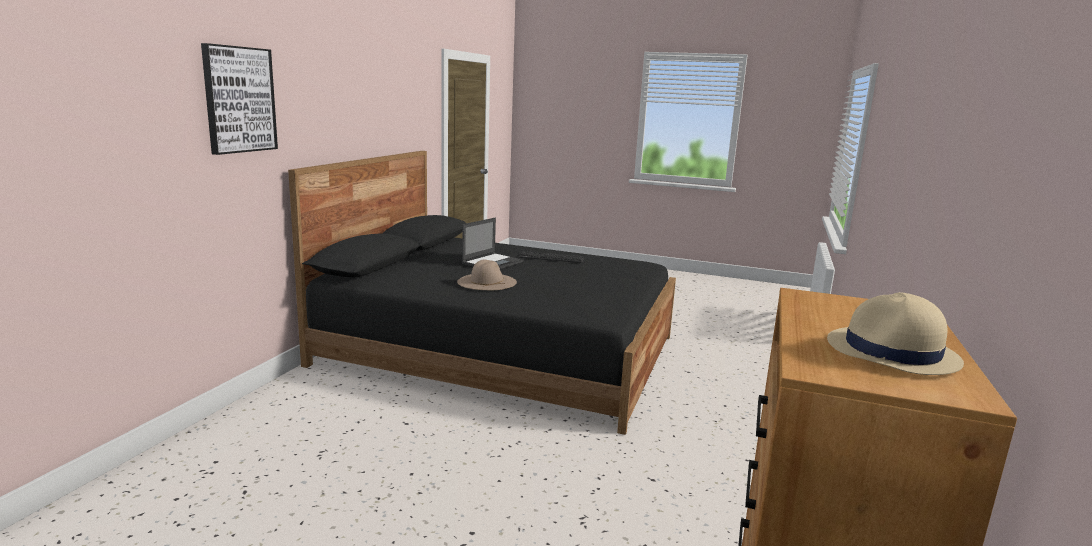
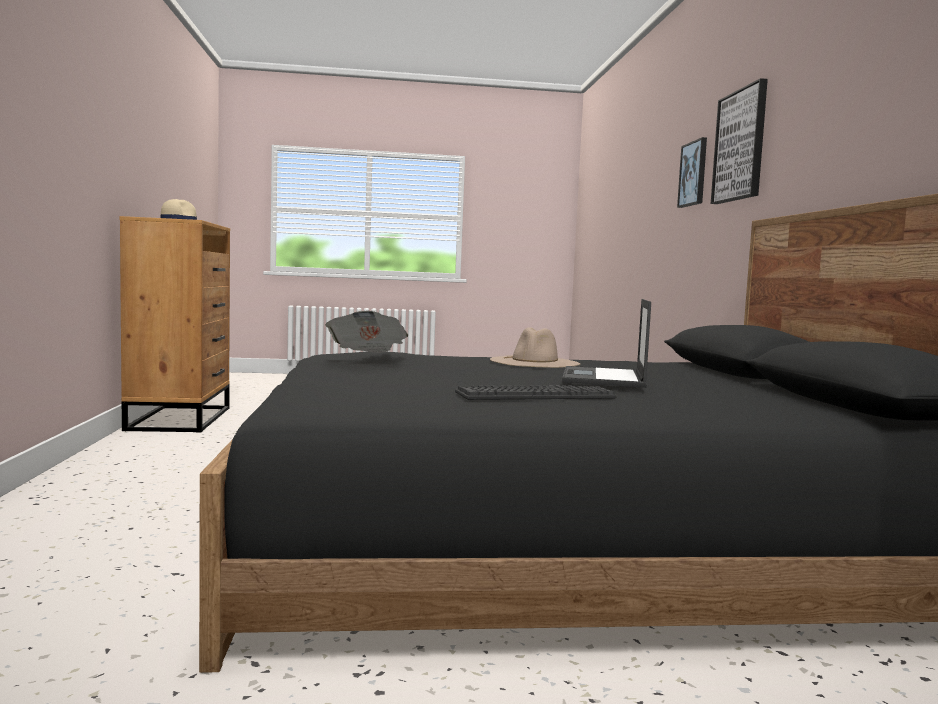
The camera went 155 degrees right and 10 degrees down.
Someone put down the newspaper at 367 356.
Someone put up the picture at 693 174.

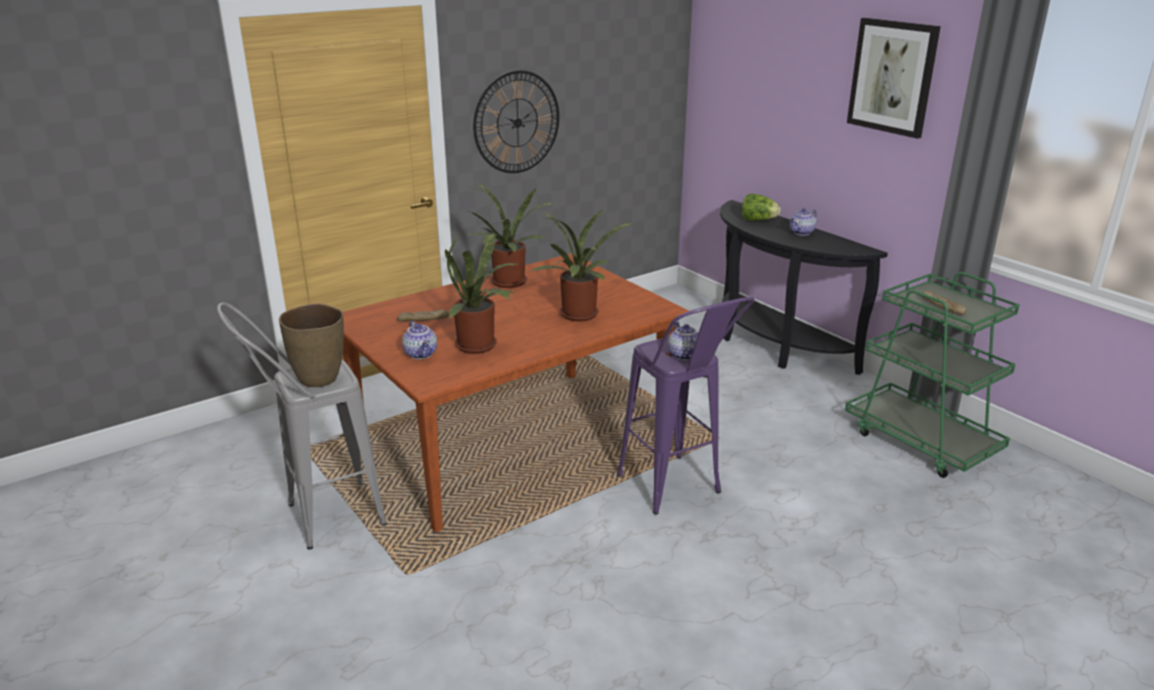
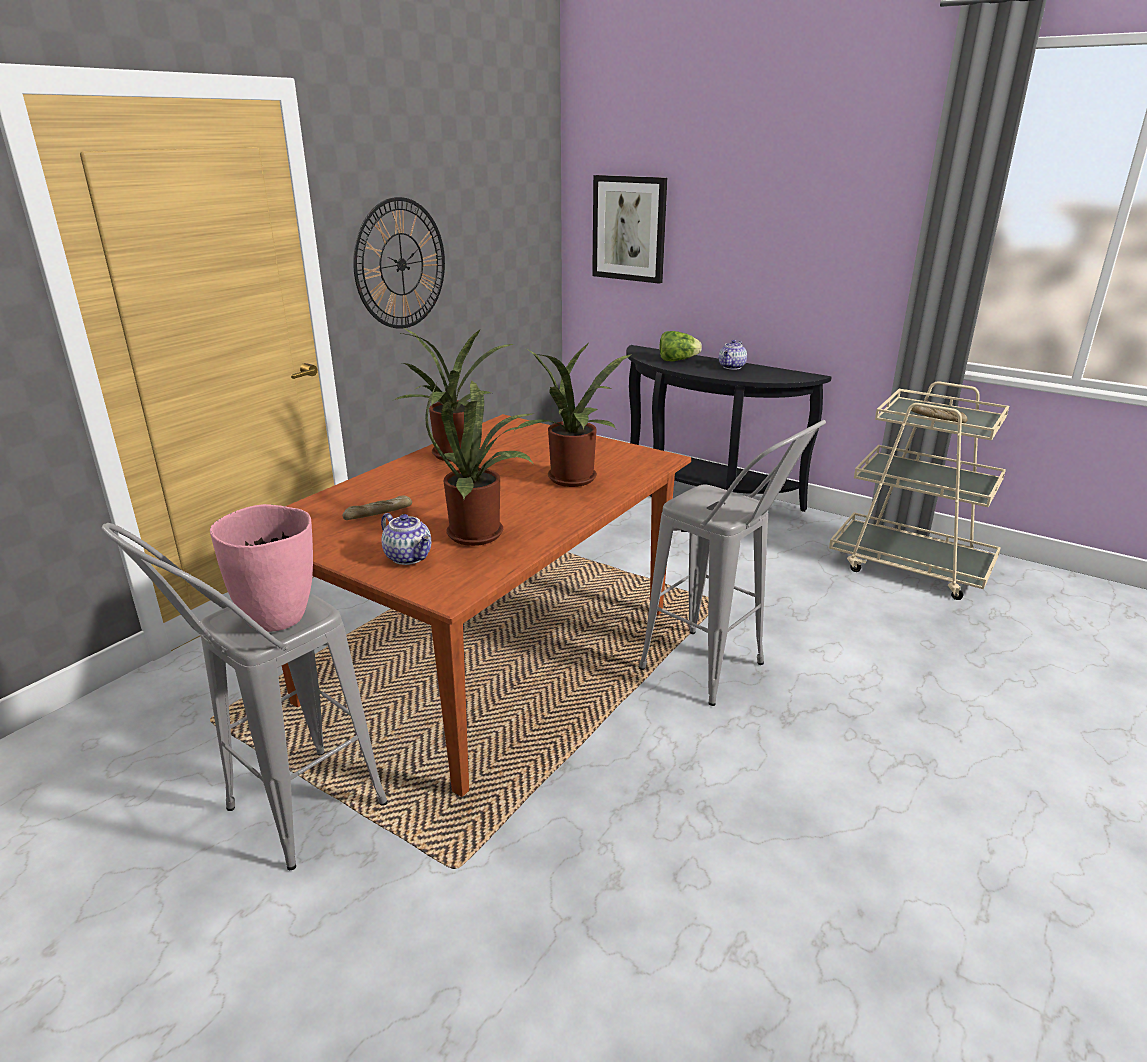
The camera went 20 degrees left and 0 degrees up.
Someone repainted the brown vase at 320 379, which became the pink vase at 278 617.
Someone repainted the purple stool at 677 493, which became the grey stool at 718 674.
Someone took away the teapot at 683 355.
Someone repainted the green cart at 921 441, which became the beige cart at 910 567.
Someone carried the picture from 892 77 to 629 229.

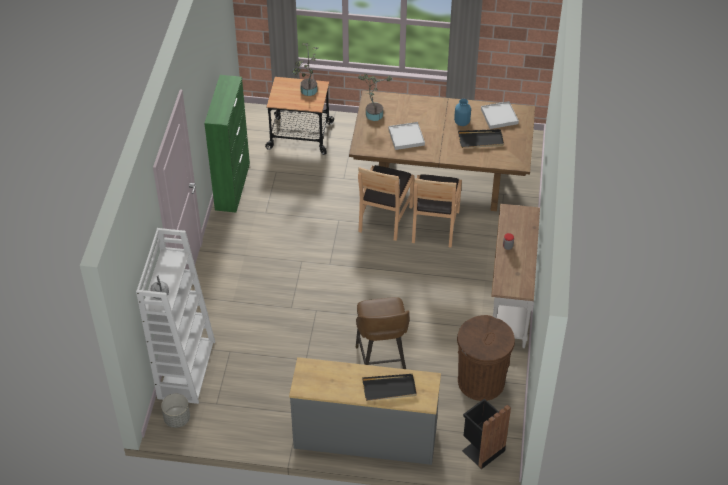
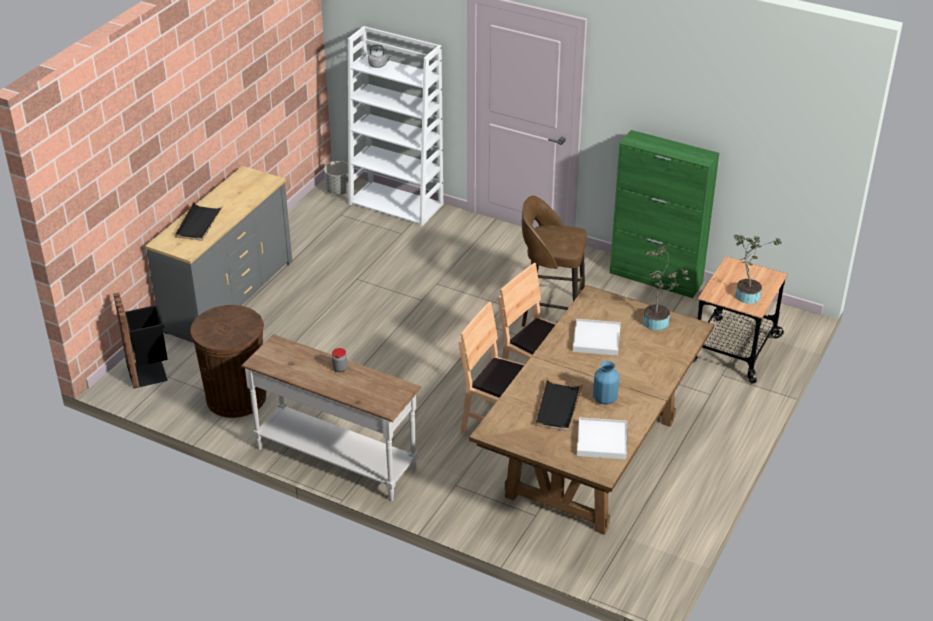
The camera went 110 degrees right and 10 degrees down.
Someone carried the brown stool from 381 364 to 551 313.

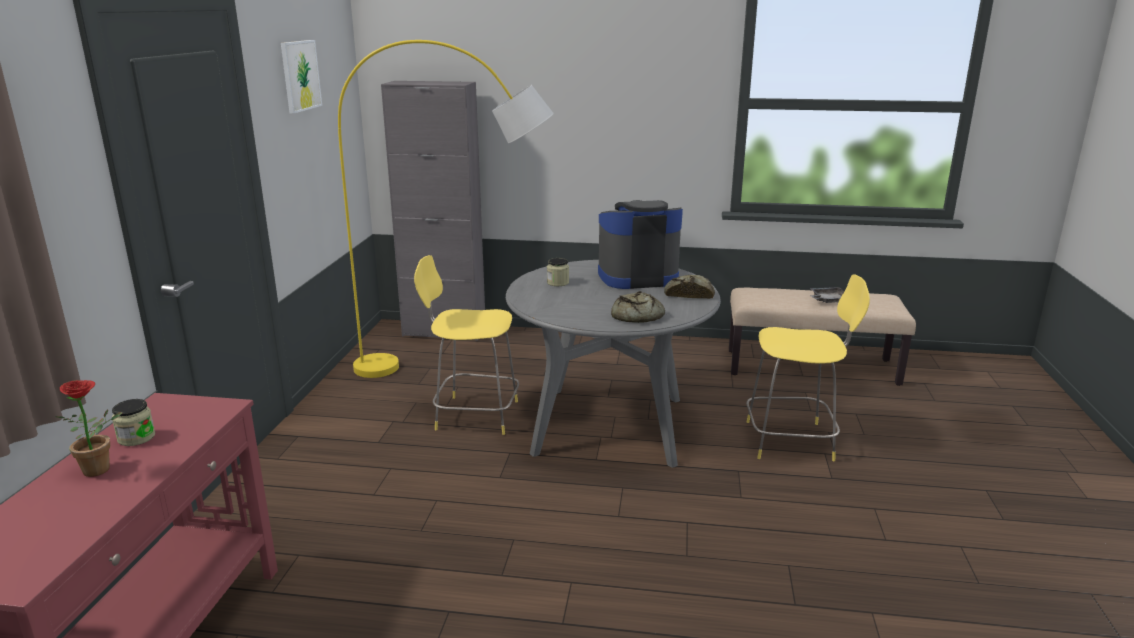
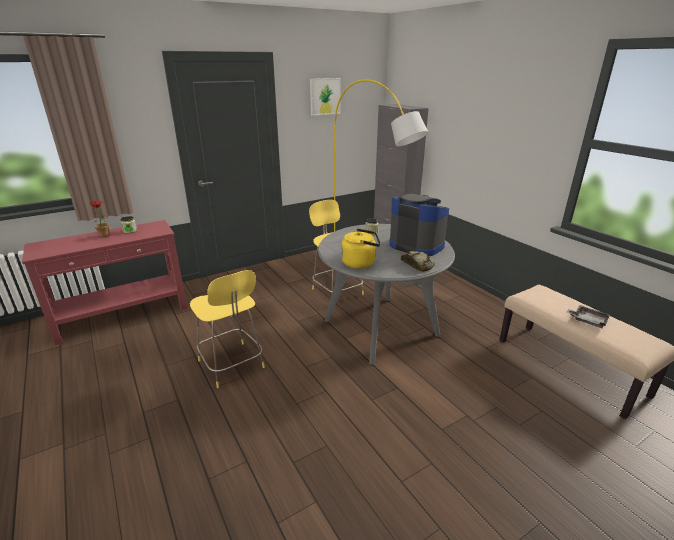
The camera went 50 degrees right and 5 degrees up.
Someone swapped the bread at 636 316 for the yellow kettle at 360 263.
Someone carried the yellow stool from 793 441 to 232 365.

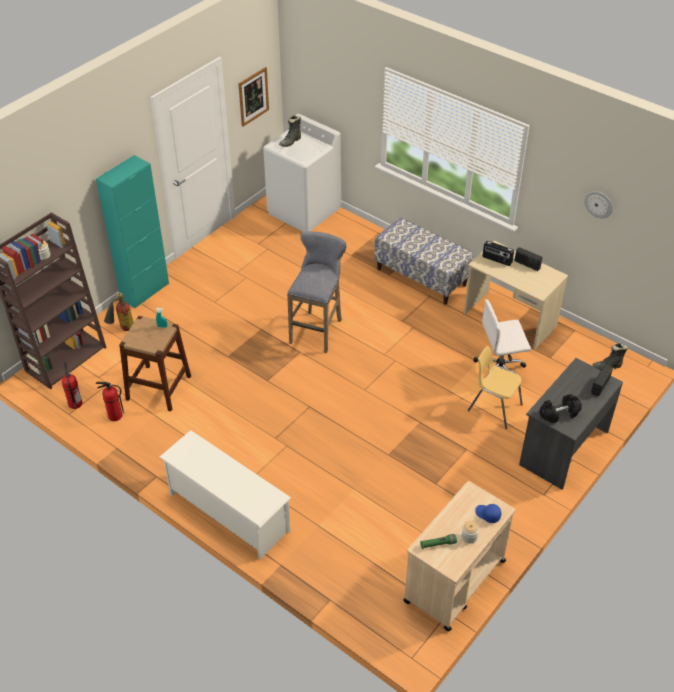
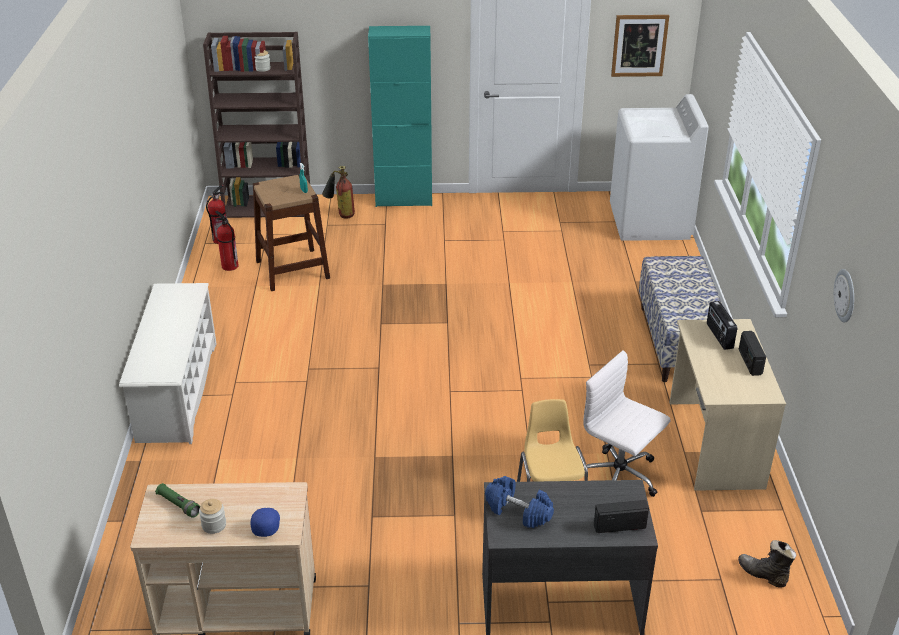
The camera went 50 degrees right and 10 degrees down.
Someone took away the black boot at 291 142.
Someone took away the grey stool at 317 329.
Someone repainted the black dumbbell at 559 414, which became the blue dumbbell at 518 511.

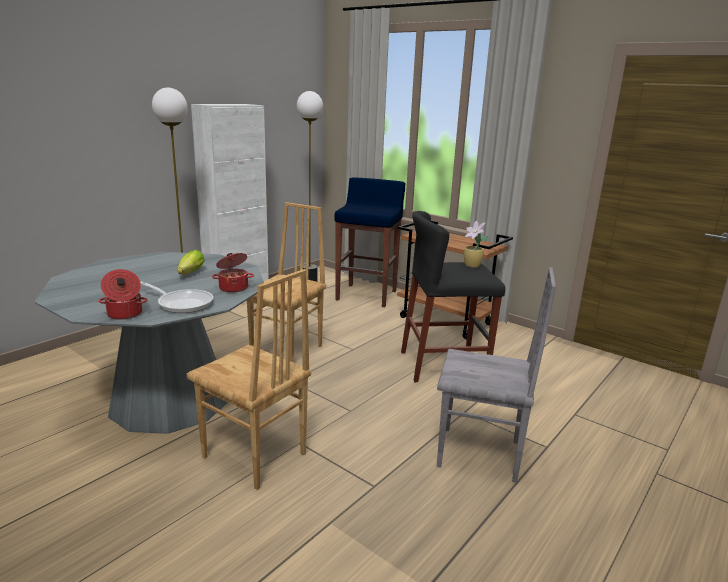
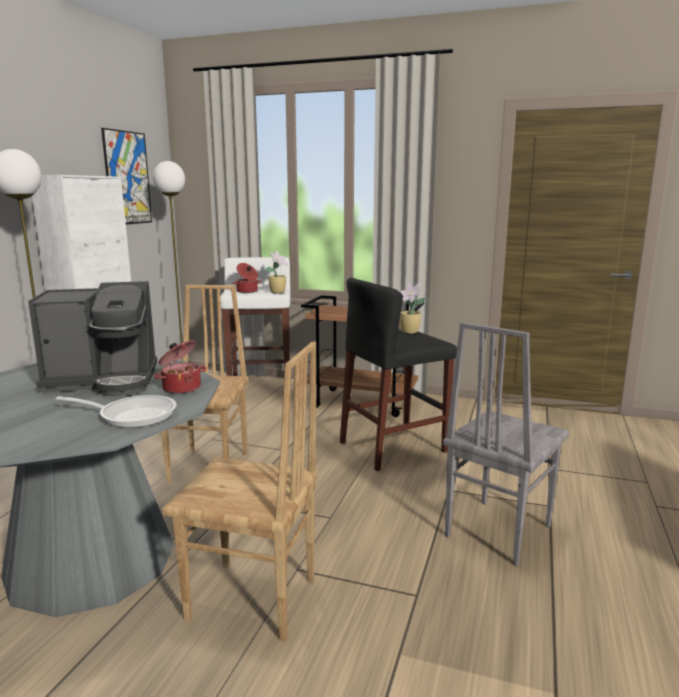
The camera went 20 degrees left and 5 degrees down.
Someone carried the cooking pot from 124 314 to 247 291.
Someone swapped the lettuce at 189 273 for the coffee machine at 105 381.
Someone repainted the blue stool at 367 295, which became the white stool at 261 391.
Someone rotated the grey chair at 479 455 by 135 degrees clockwise.
Someone put up the picture at 127 178.
Someone put down the potted plant at 278 292.

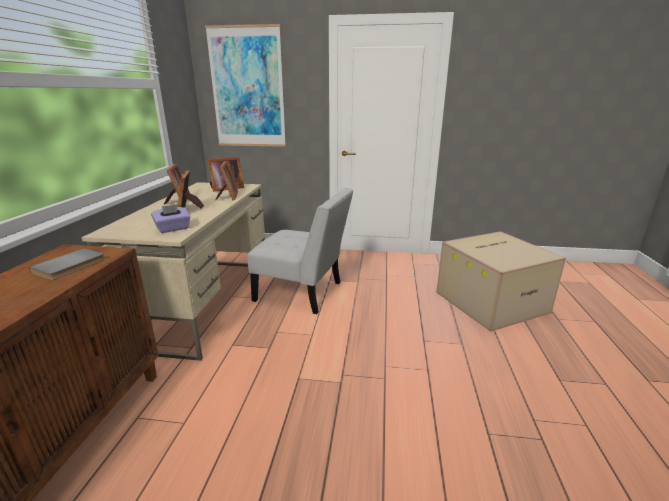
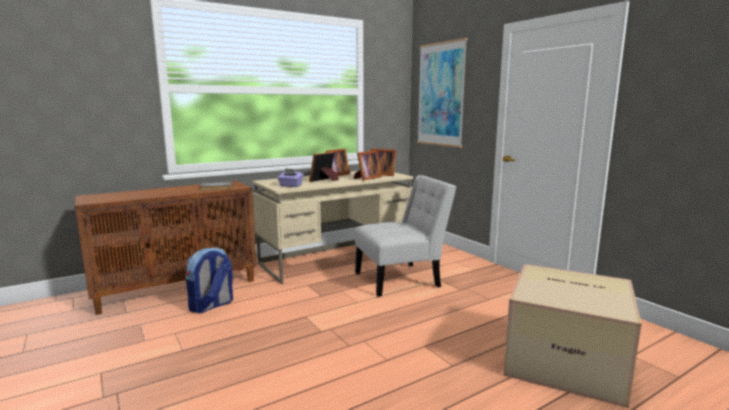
The camera went 50 degrees right and 10 degrees down.
Someone rotated the white chair at 303 293 by 90 degrees counterclockwise.
Someone put down the backpack at 211 306.

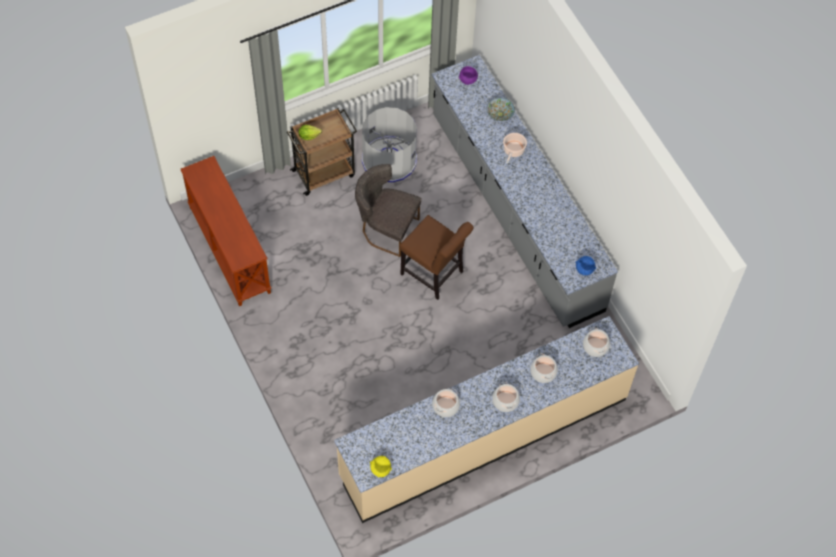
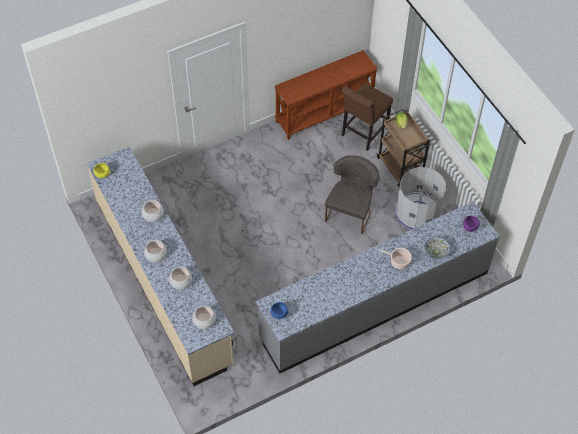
The camera went 90 degrees right and 5 degrees down.
Someone carried the brown chair from 434 275 to 363 133.

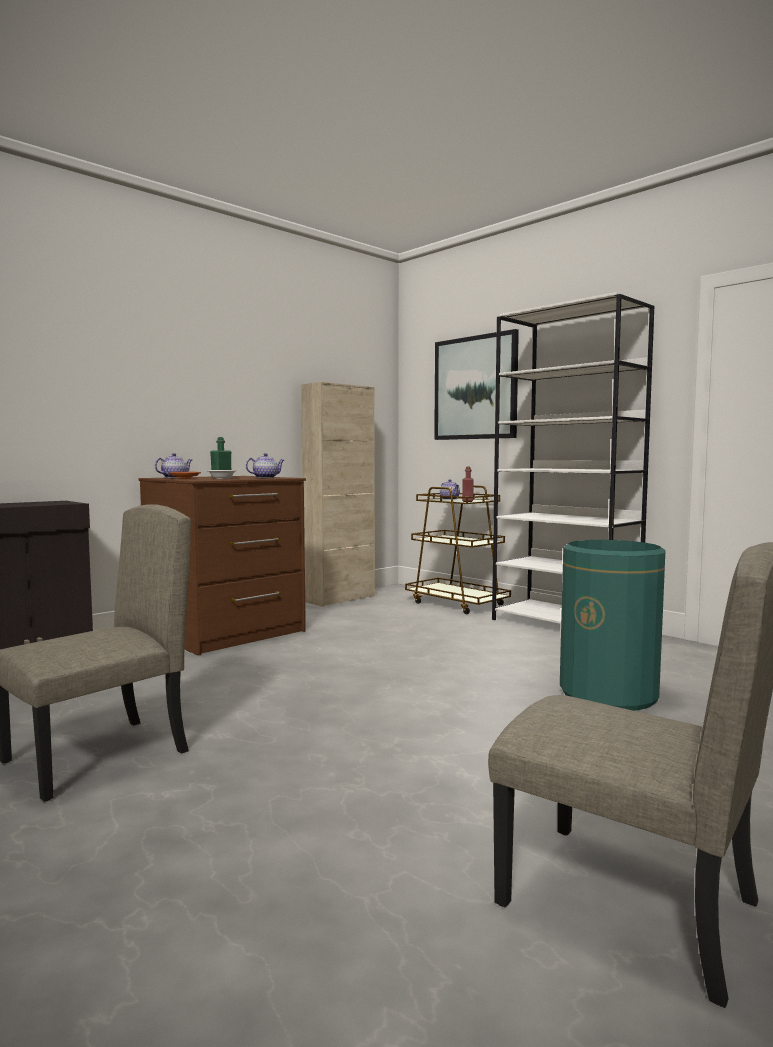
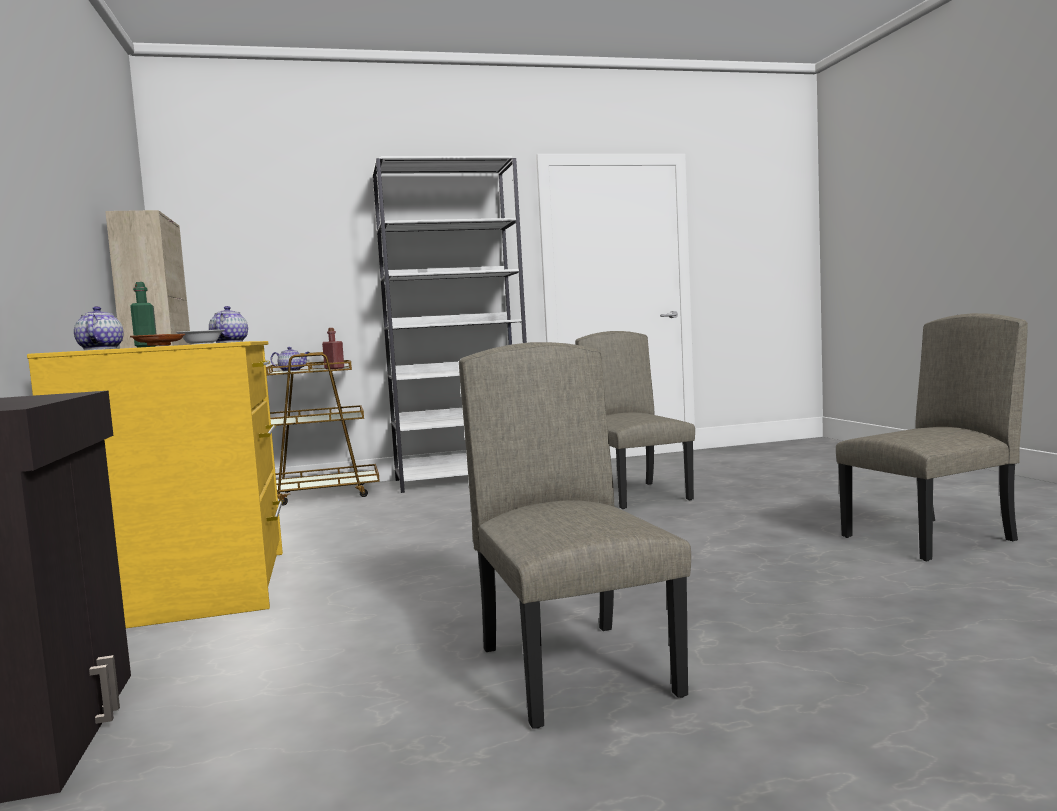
The camera went 60 degrees left and 0 degrees up.
Someone repainted the brown dresser at 227 632, which became the yellow dresser at 192 589.
Someone took away the picture at 475 388.
Someone swapped the green trash can at 608 694 for the beige chair at 638 495.

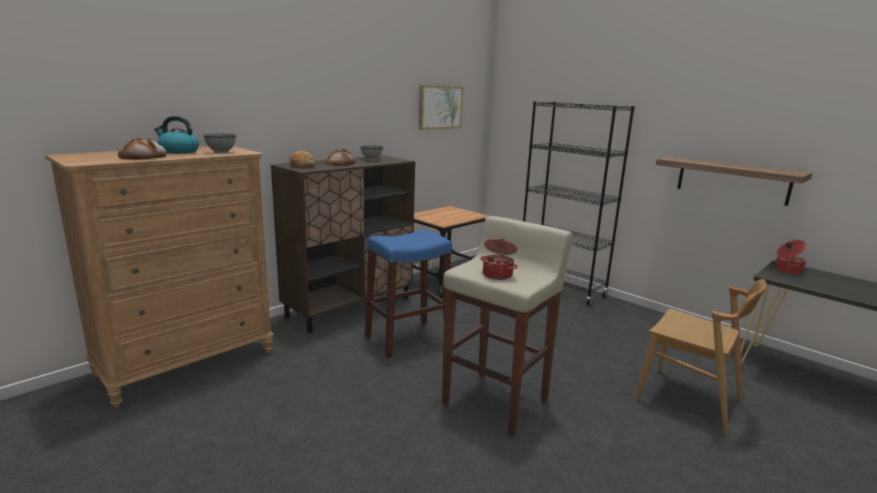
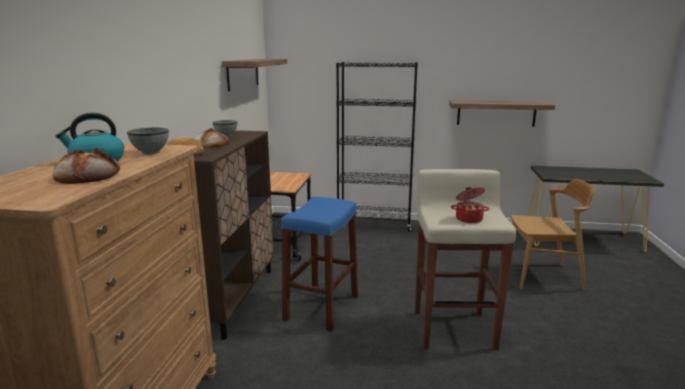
The camera went 35 degrees left and 0 degrees up.
Someone swapped the picture at 440 107 for the shelf at 243 73.
Someone took away the cooking pot at 787 270.

